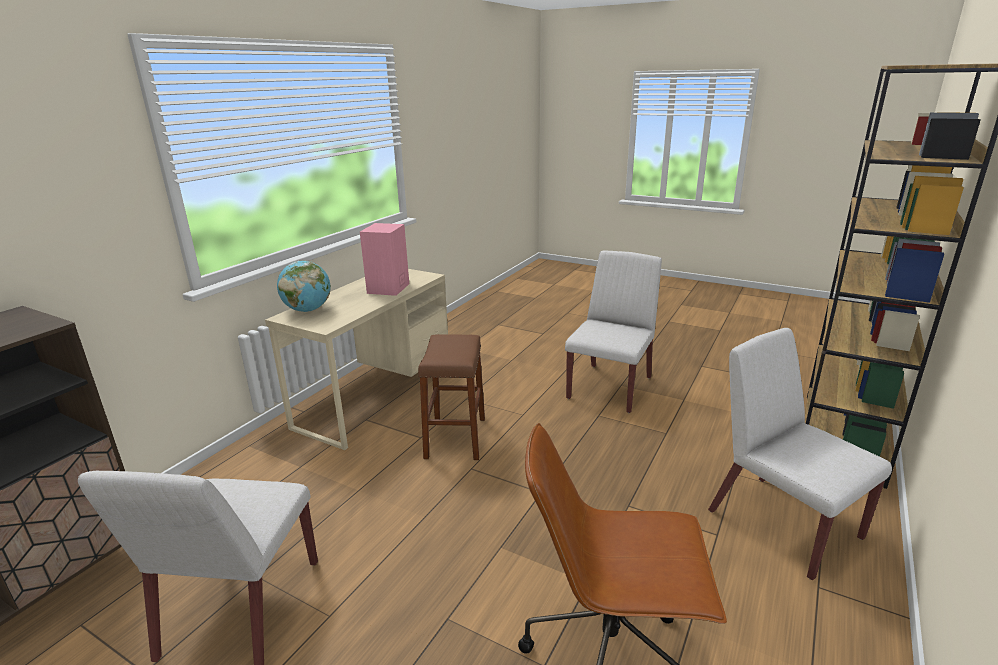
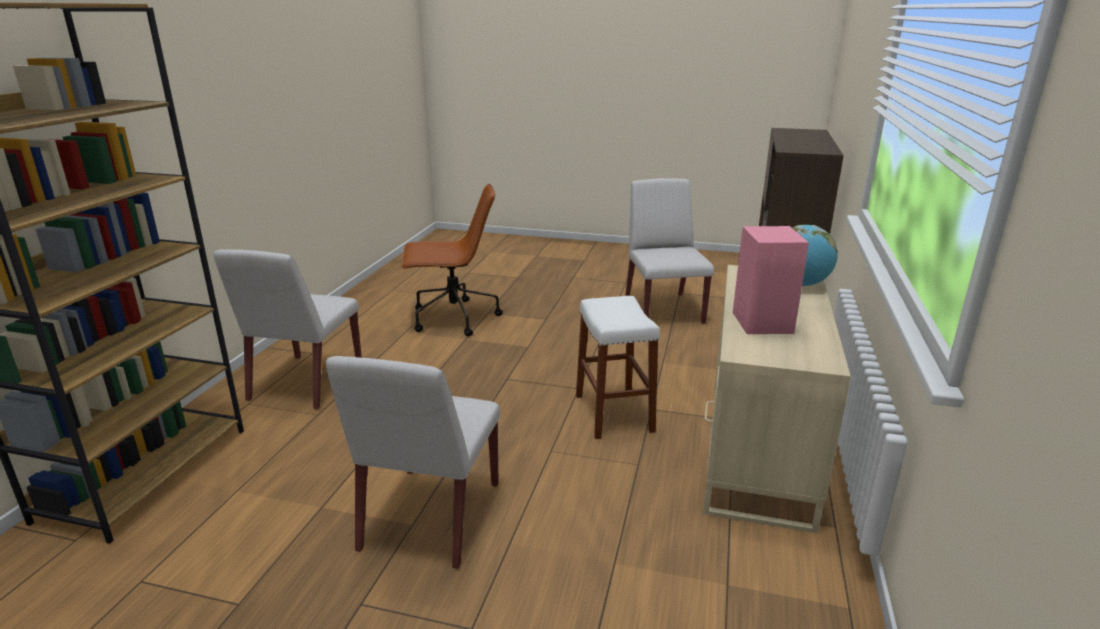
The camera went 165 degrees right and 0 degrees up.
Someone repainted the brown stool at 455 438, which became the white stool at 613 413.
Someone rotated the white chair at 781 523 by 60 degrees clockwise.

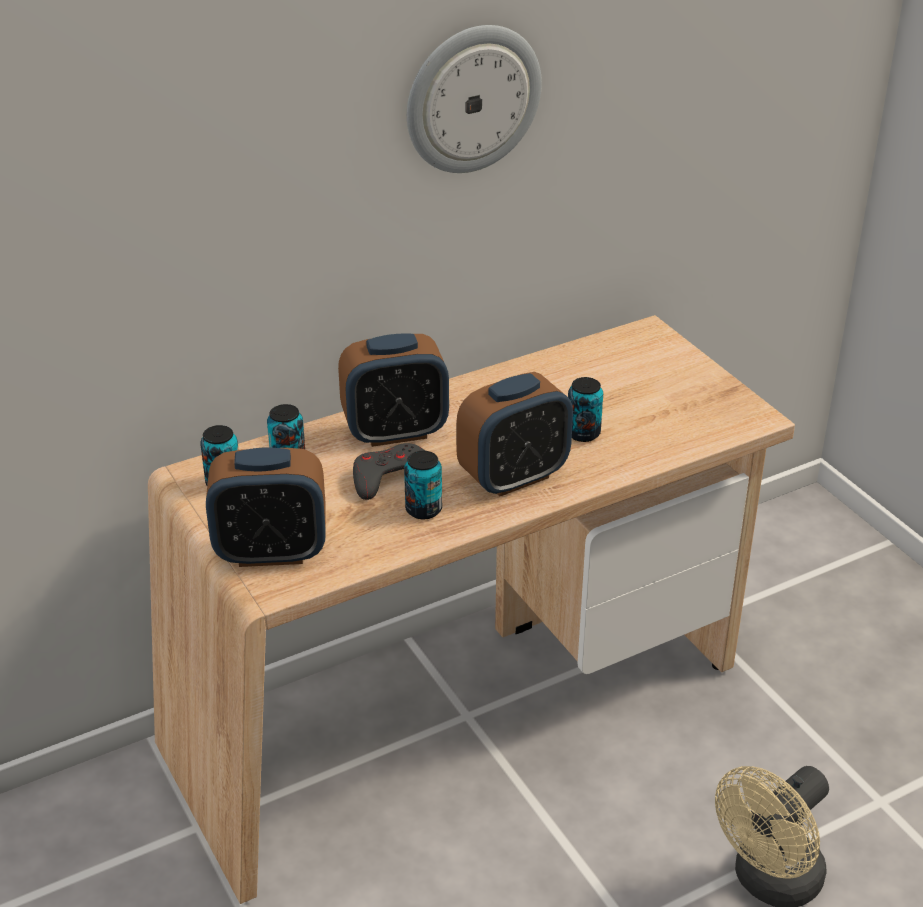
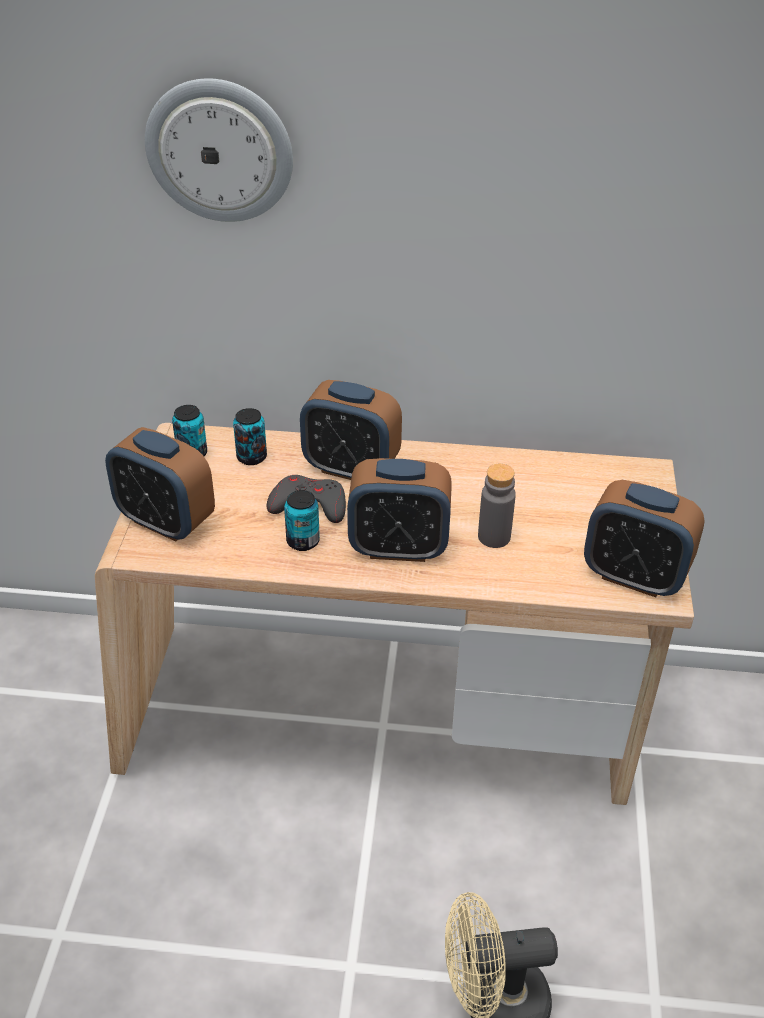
The camera went 35 degrees right and 5 degrees up.
Someone carried the wall clock from 472 98 to 220 150.
Someone swapped the can at 583 433 for the grey bottle at 494 537.
Someone put down the alarm clock at 634 576.

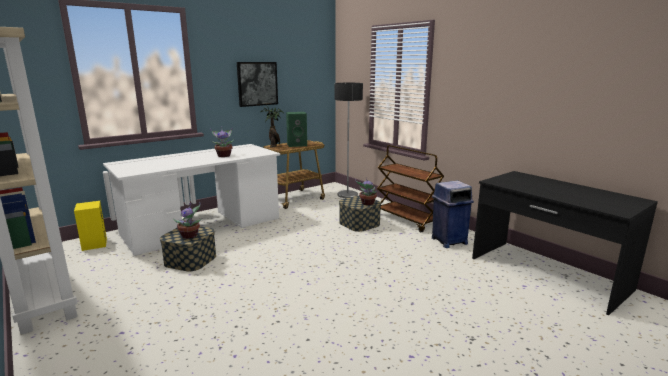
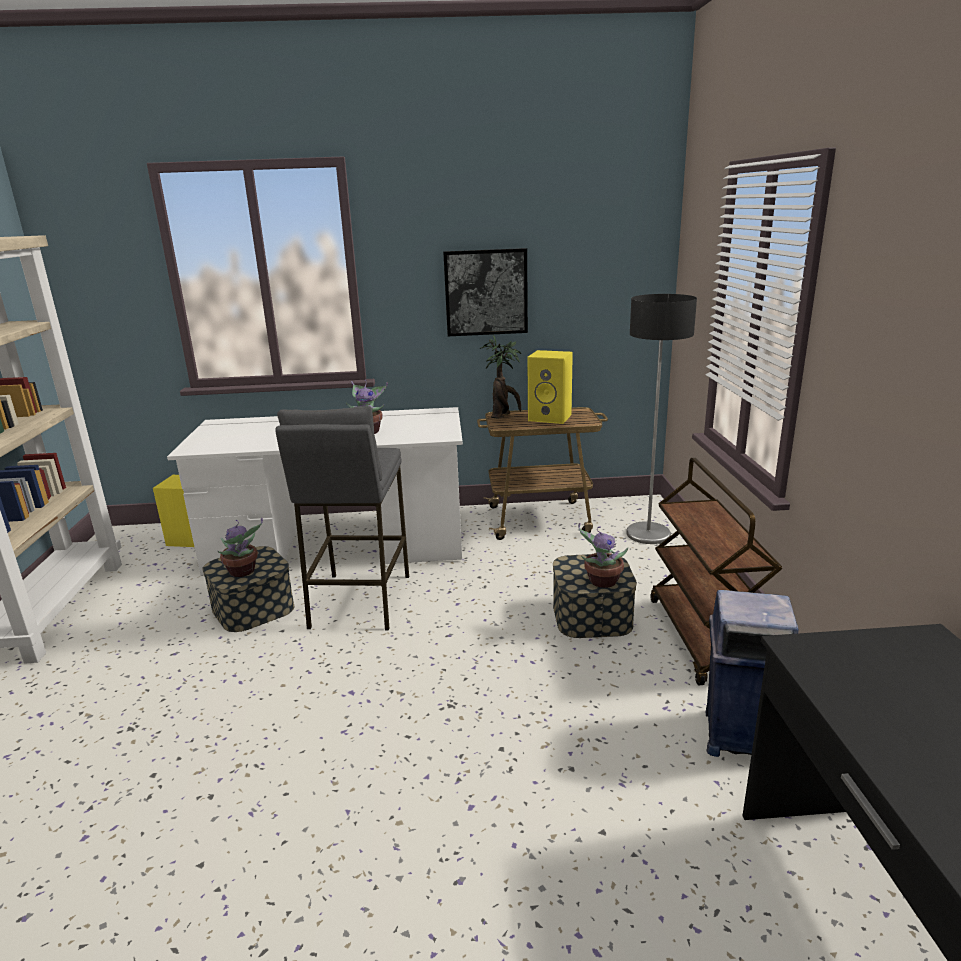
The camera went 35 degrees right and 5 degrees up.
Someone repainted the green speaker at 297 144, which became the yellow speaker at 551 417.
Someone put down the grey stool at 359 601.

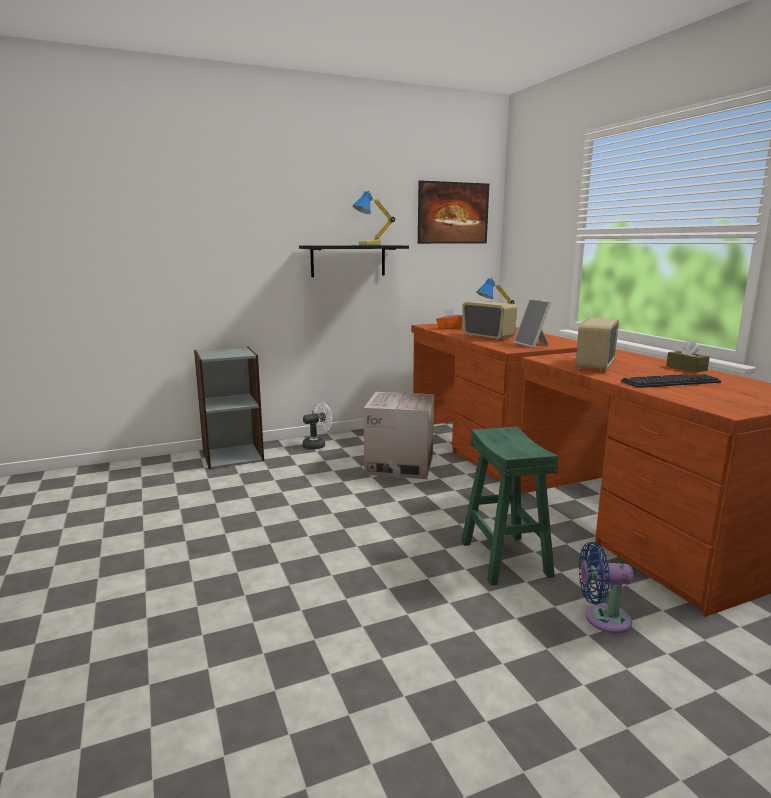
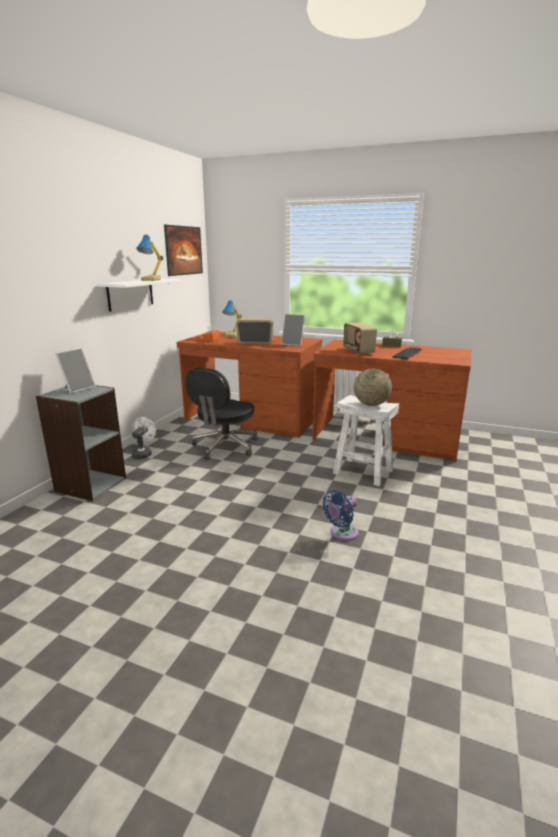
The camera went 45 degrees left and 5 degrees up.
Someone repainted the black shelf at 348 260, which became the white shelf at 130 294.
Someone swapped the cardboard box at 399 465 for the black office chair at 225 447.
Someone repainted the green stool at 504 558, which became the white stool at 362 472.
Someone carried the blue fan from 602 618 to 342 534.
Someone put down the picture frame at 77 389.
Someone put down the globe at 371 404.

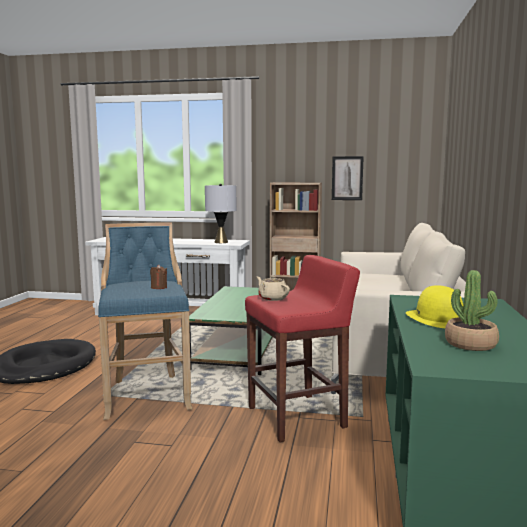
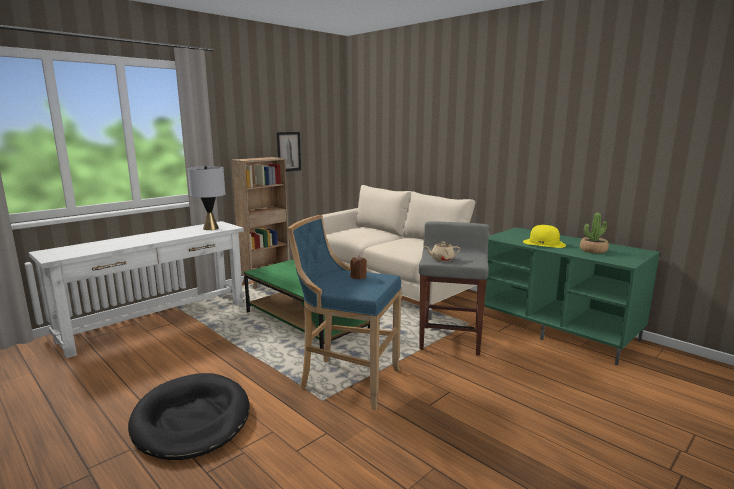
The camera went 55 degrees left and 5 degrees up.
Someone repainted the red stool at 298 417, which became the grey stool at 450 340.

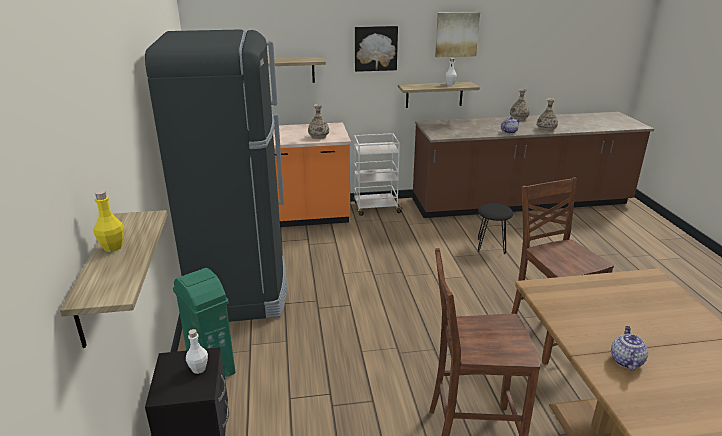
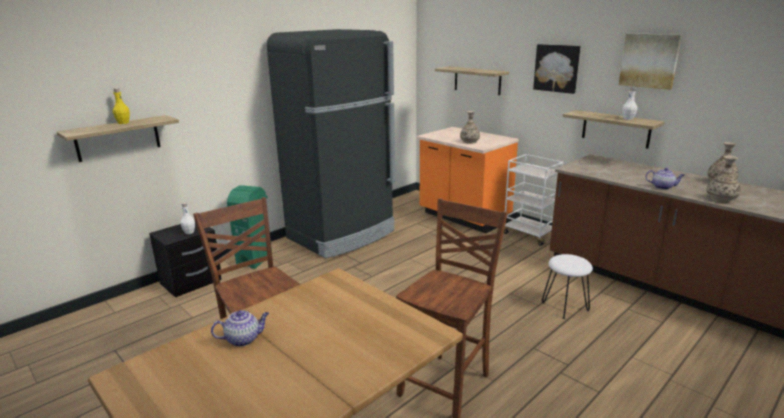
The camera went 55 degrees right and 5 degrees down.
Someone repainted the black stool at 491 246, which became the white stool at 565 306.

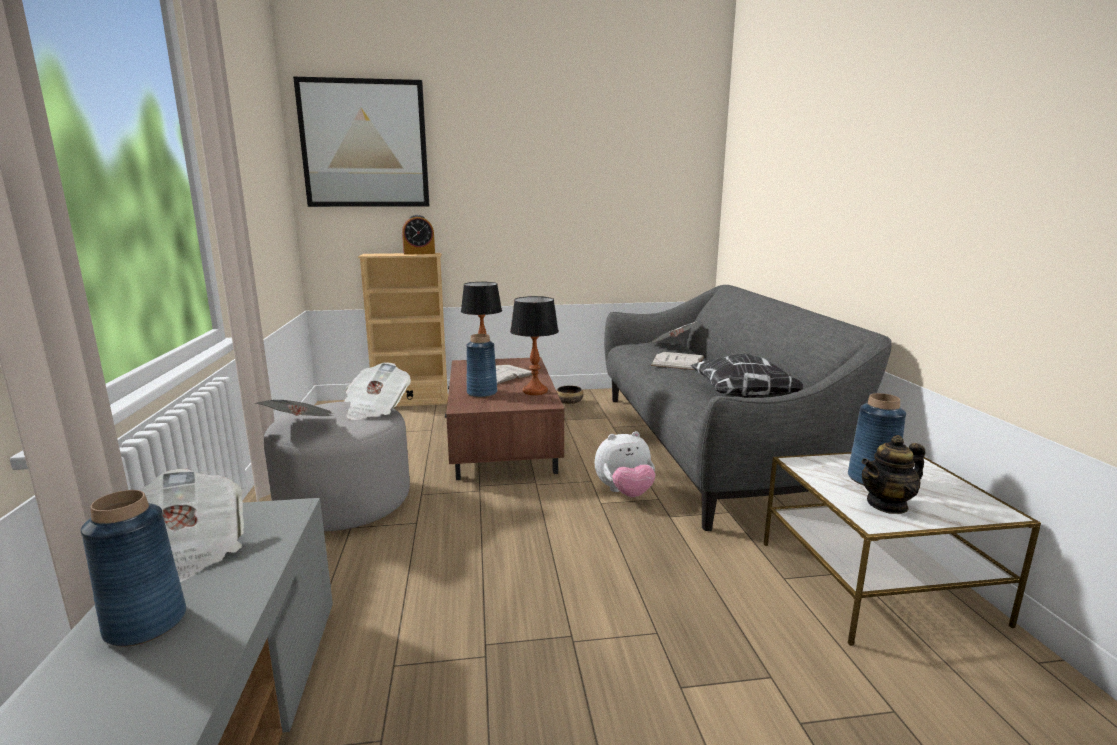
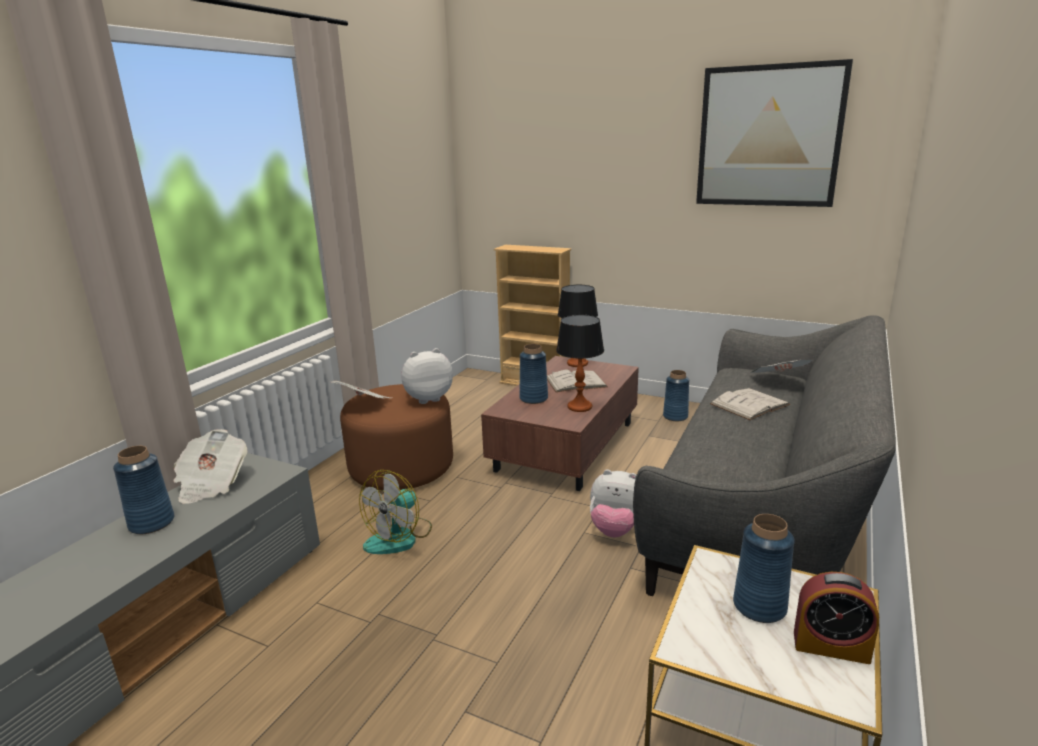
The camera went 35 degrees right and 5 degrees up.
Someone repainted the grey ottoman at 344 503, which became the brown ottoman at 401 467.
Someone carried the picture from 365 144 to 769 136.
Someone swapped the newspaper at 376 409 for the plush toy at 427 398.
Someone carried the alarm clock from 419 253 to 831 646.
Someone swapped the bowl at 569 402 for the blue vase at 675 416.
Someone took away the pillow at 744 396.
Someone took away the teapot at 887 504.
Someone put down the fan at 399 537.

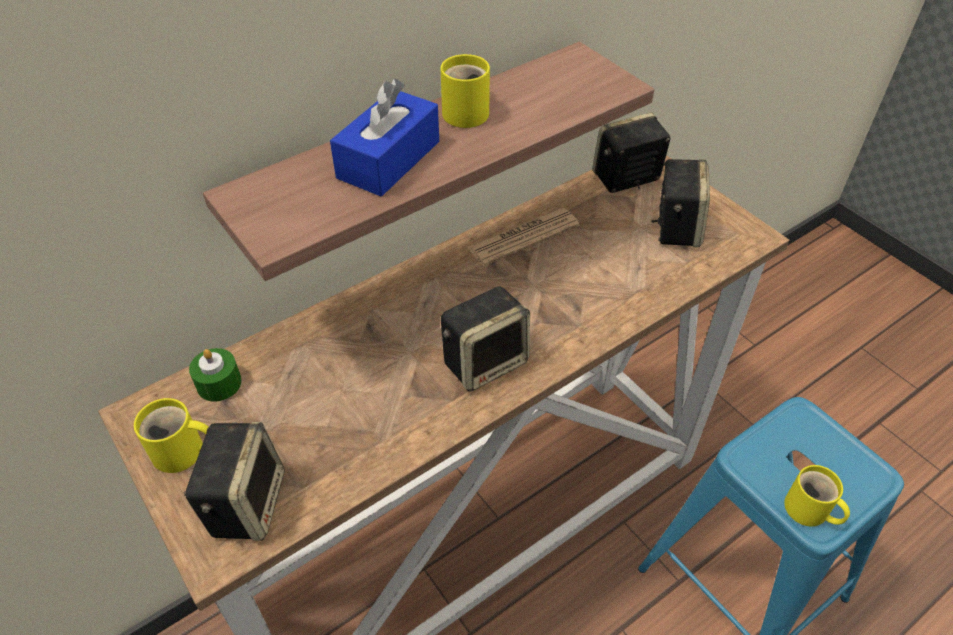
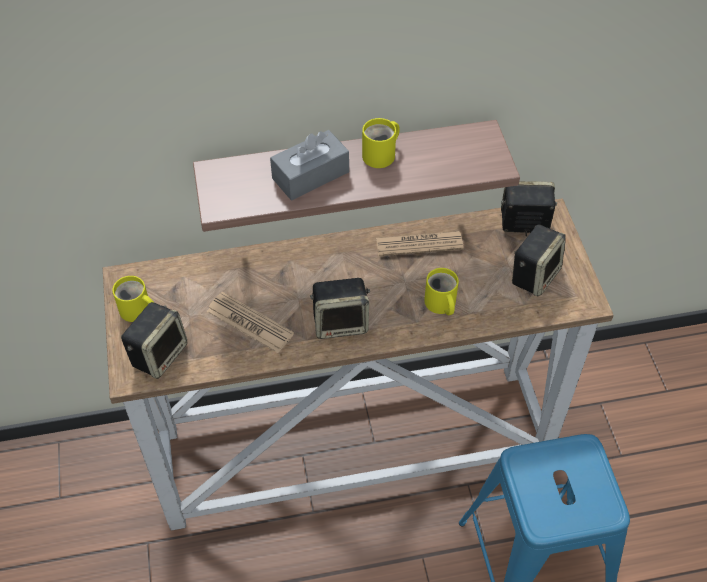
The camera went 25 degrees right and 5 degrees up.
Someone took away the green candle at 219 383.
Someone repainted the blue tissue box at 388 160, which became the grey tissue box at 310 175.
Someone carried the yellow mug from 809 511 to 440 304.
Someone put down the newspaper at 250 323.

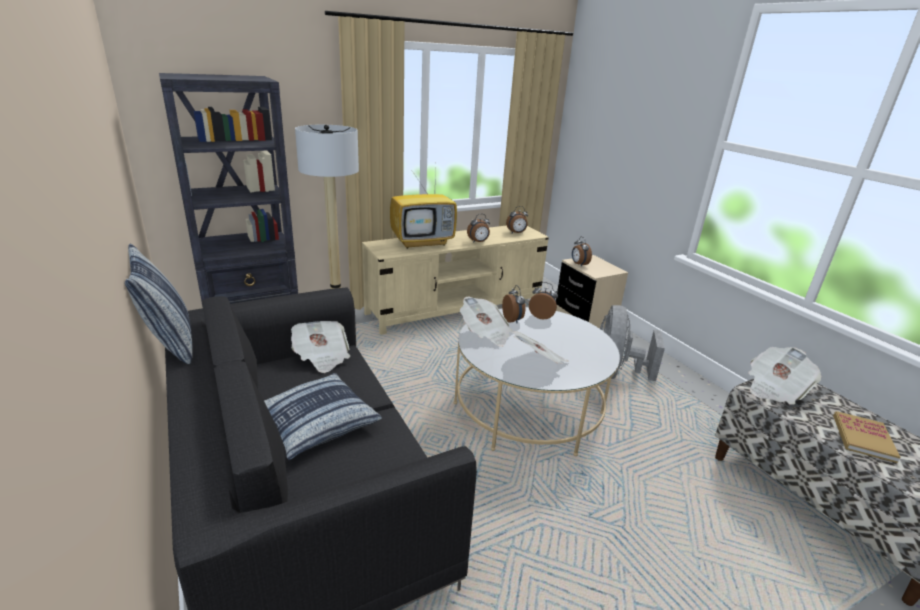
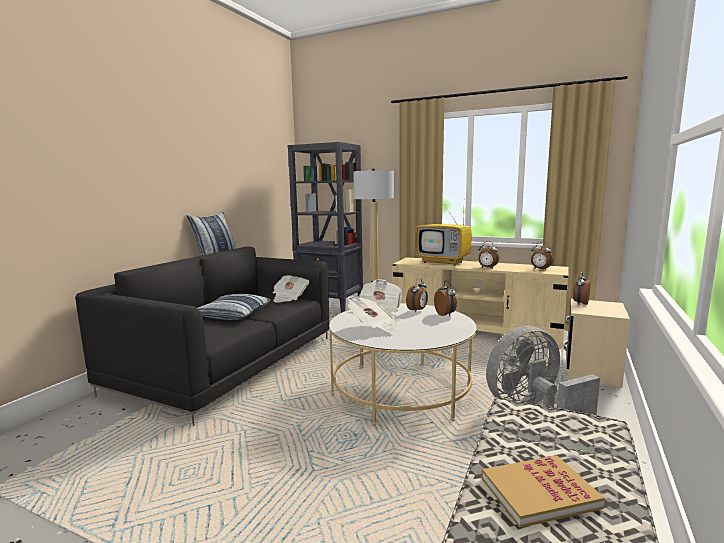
The camera went 55 degrees right and 15 degrees down.
Someone took away the newspaper at 775 389.

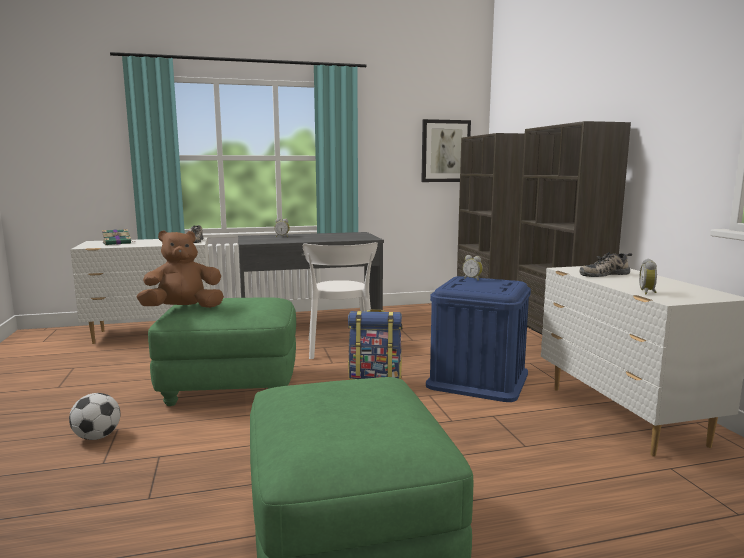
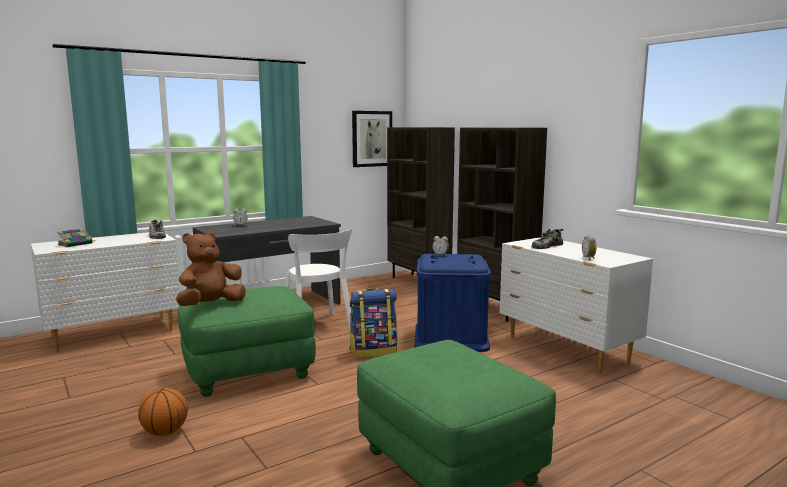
The camera went 20 degrees left and 0 degrees up.
Someone swapped the football at 97 437 for the basketball at 165 432.

